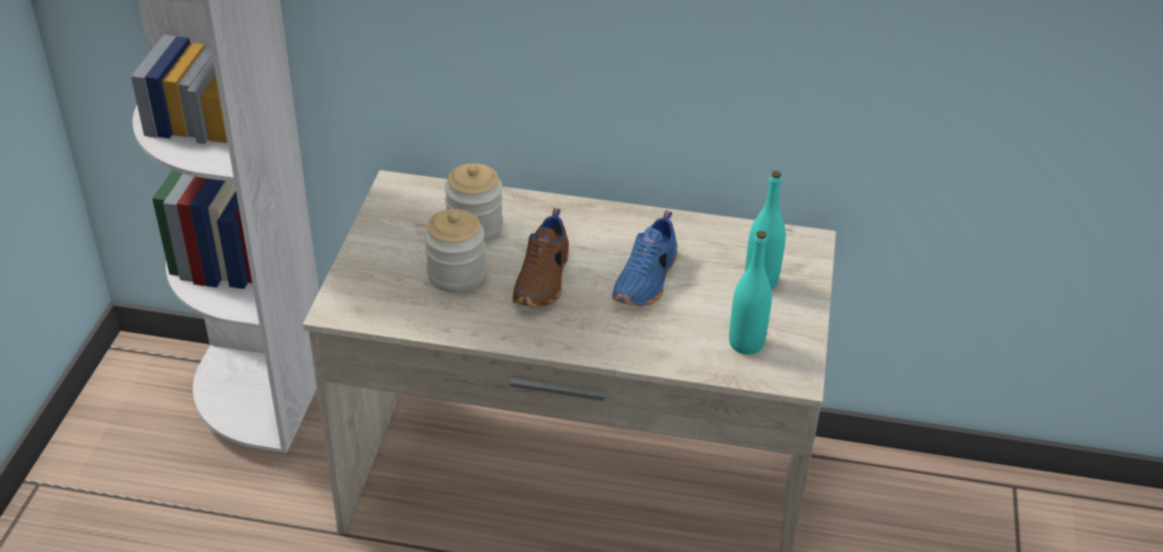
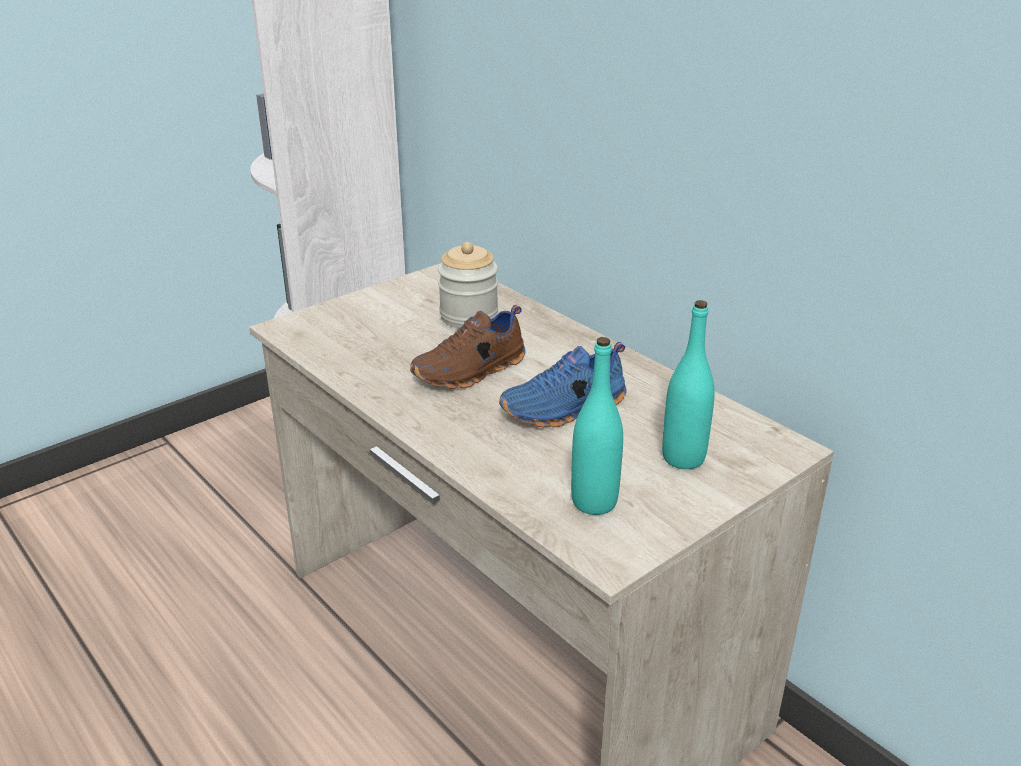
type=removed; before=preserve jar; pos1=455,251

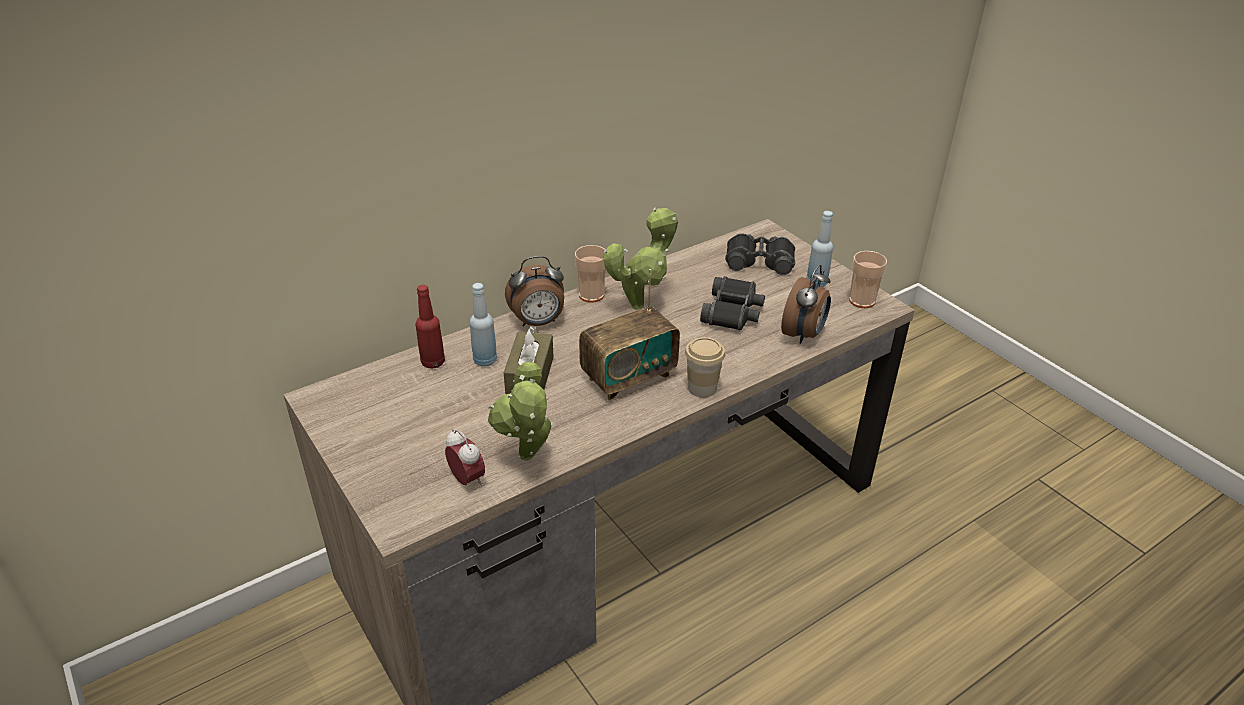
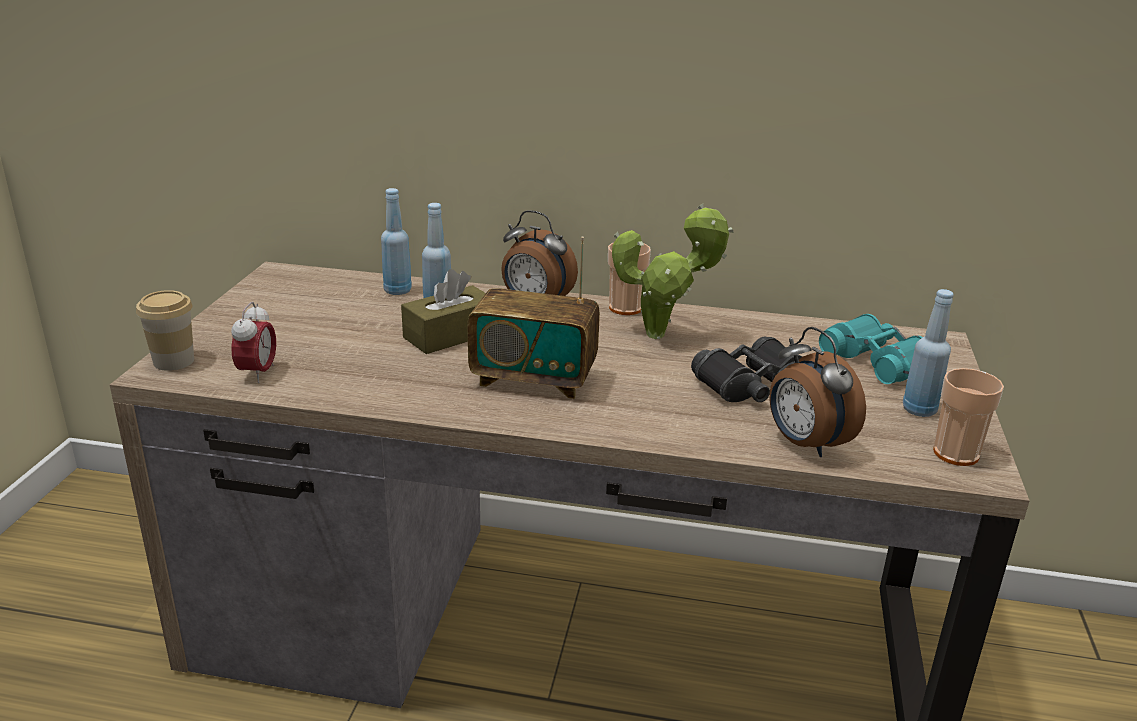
type=moved; before=small cup; pos1=705,367; pos2=165,330
type=recoloured; before=reddish drink bottle; after=blue drink bottle; pos1=430,327; pos2=396,241
type=turned; before=table clock; pos1=806,304; pos2=817,392; turn=75
type=recoloured; before=black binoculars; after=turquoise binoculars; pos1=760,254; pos2=870,349
type=removed; before=houseplant; pos1=521,409

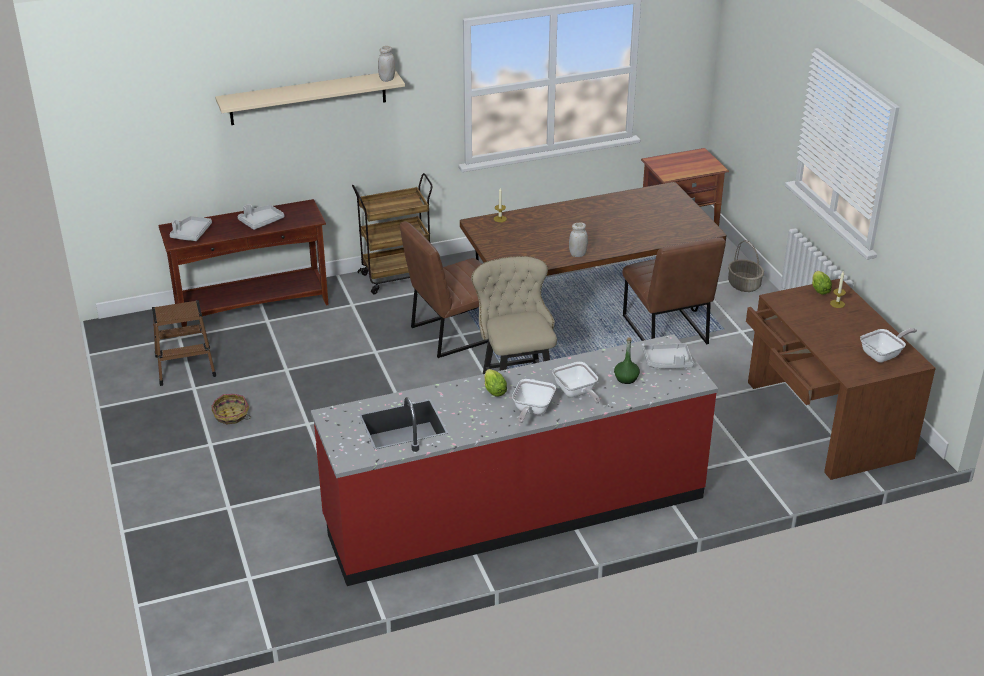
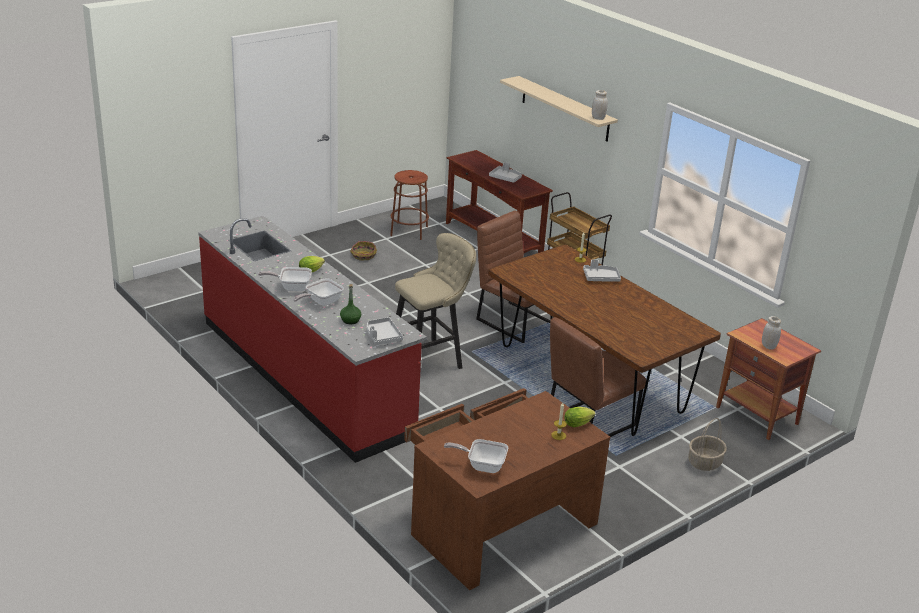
type=replaced; before=brownish step ladder; after=brownish stool seat; pos1=184,343; pos2=409,205
type=turned; before=frying pan; pos1=888,345; pos2=476,456; turn=150
type=moved; before=greyish tray; pos1=190,228; pos2=602,270
type=moved; before=white preserve jar; pos1=578,239; pos2=771,333

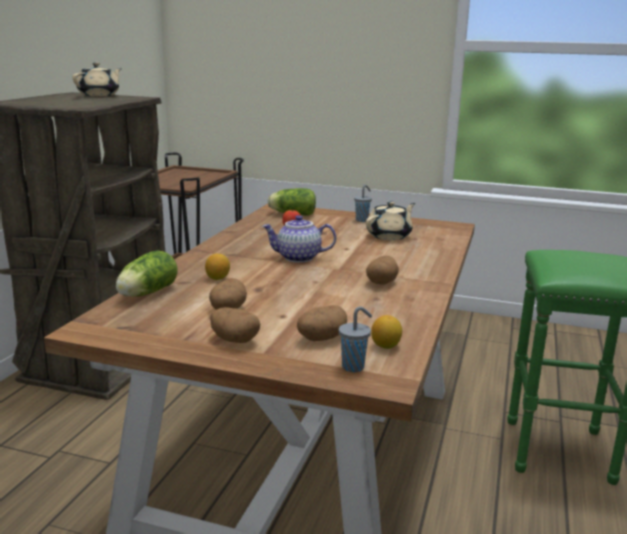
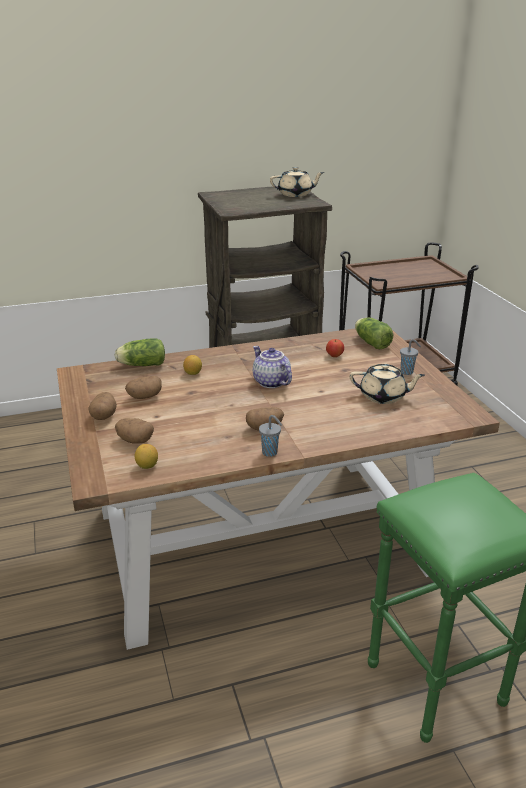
type=moved; before=greyish small cup; pos1=355,339; pos2=270,436

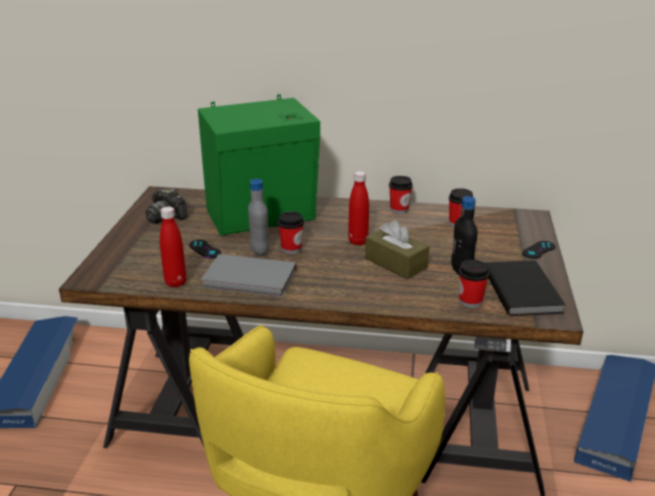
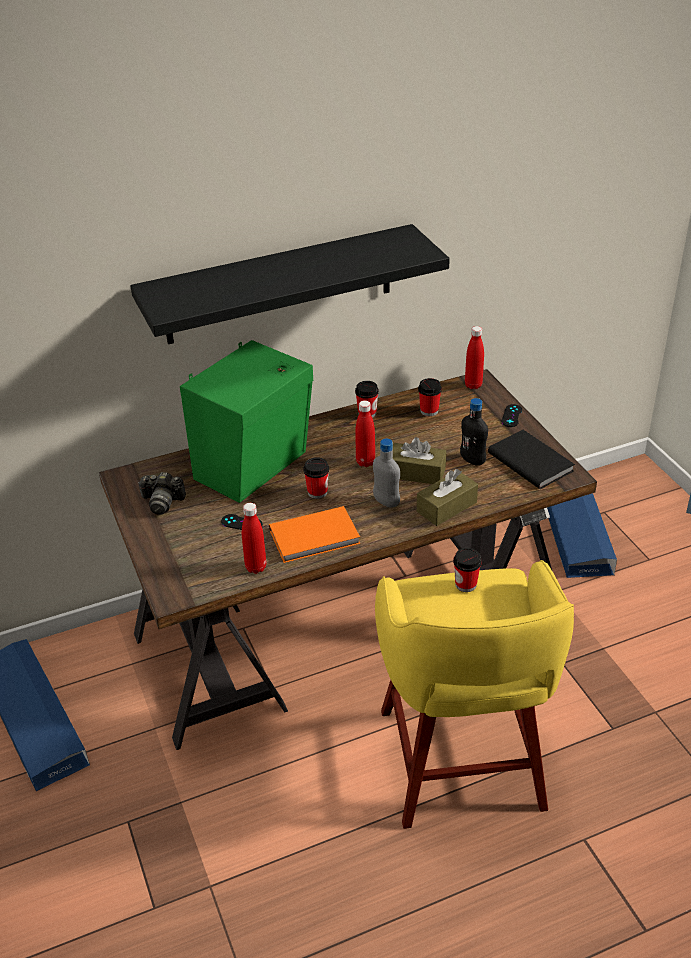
type=added; after=black wall shelf; pos2=290,284
type=recoloured; before=greyish book; after=orange-coloured book; pos1=249,276; pos2=314,534
type=moved; before=greyish drink bottle; pos1=258,217; pos2=386,473
type=added; after=brownish box of tissues; pos2=447,497
type=moved; before=small cup; pos1=474,284; pos2=467,570
type=added; after=reddish drink bottle; pos2=474,357

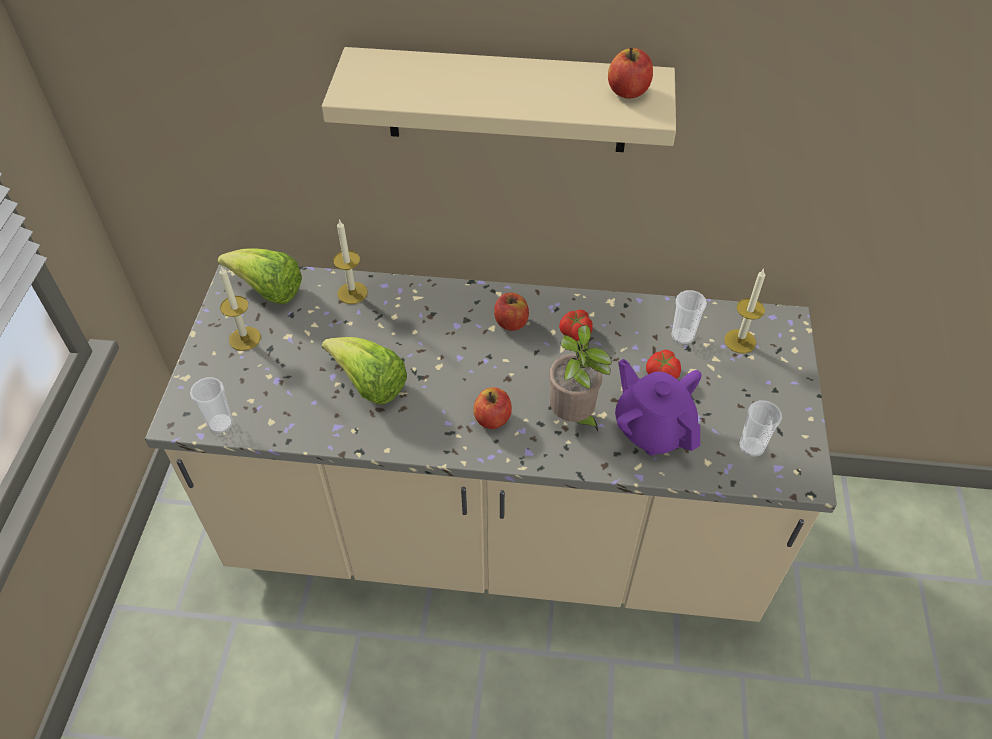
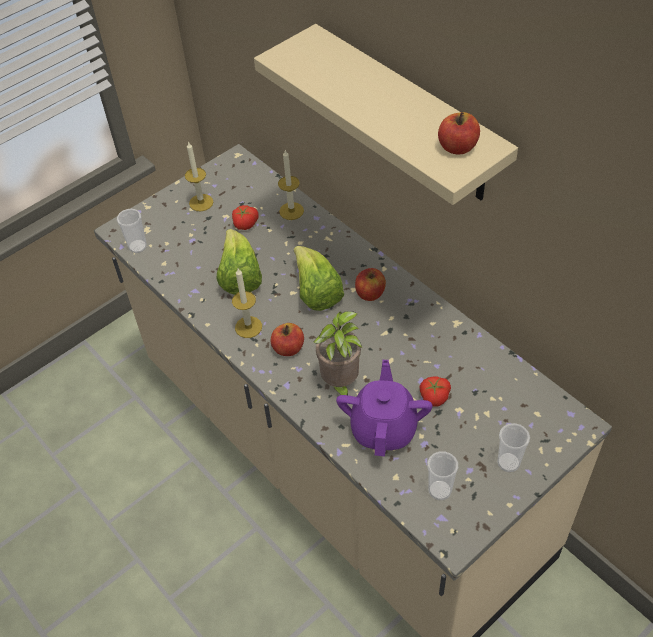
type=moved; before=fresh tomato; pos1=576,325; pos2=245,217
type=moved; before=wax candle; pos1=744,311; pos2=247,303
type=moved; before=head of lettuce; pos1=260,276; pos2=319,278
type=moved; before=small cup; pos1=689,317; pos2=513,447

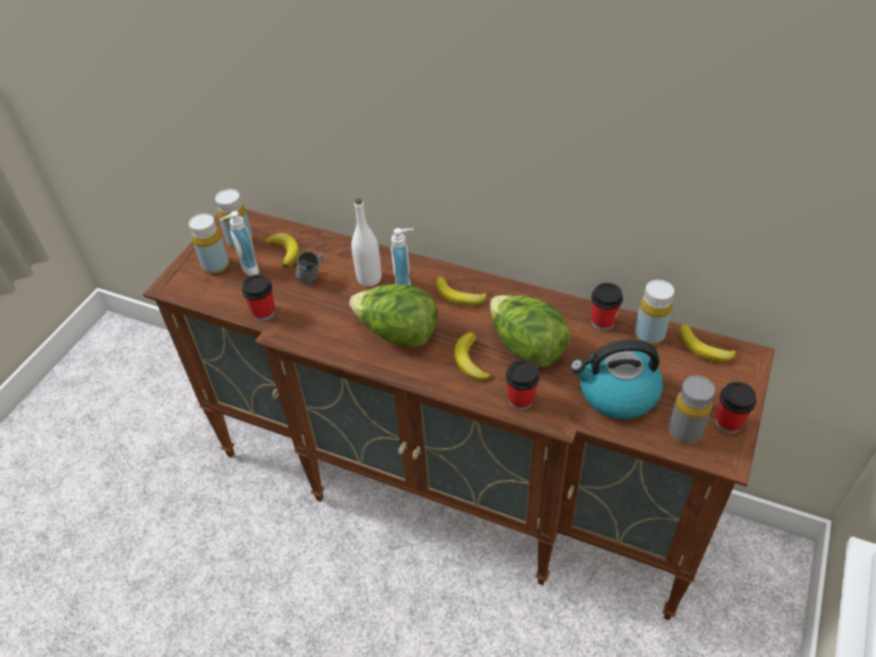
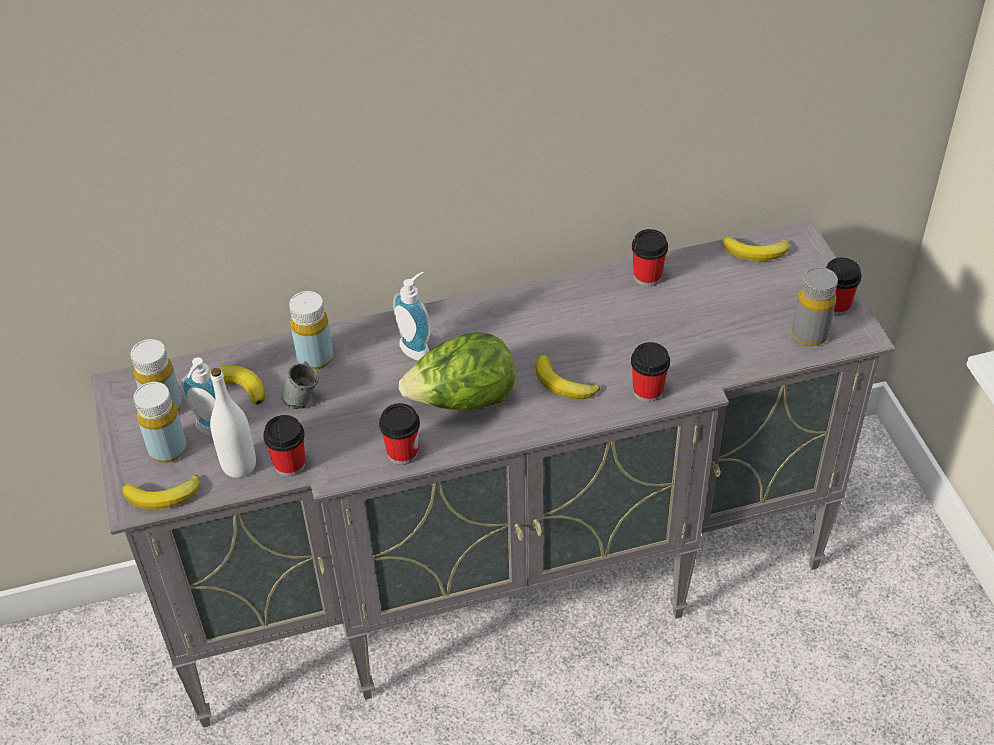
type=recoloured; before=brownish cupboard; after=greyish cupboard; pos1=459,414; pos2=493,474
type=moved; before=banana; pos1=461,291; pos2=161,492
type=moved; before=white drink bottle; pos1=366,242; pos2=233,423
type=moved; before=yellowish drink bottle; pos1=654,312; pos2=311,330
type=added; after=small cup; pos2=399,434
type=removed; before=head of lettuce; pos1=530,331
type=removed; before=water kettle; pos1=616,379

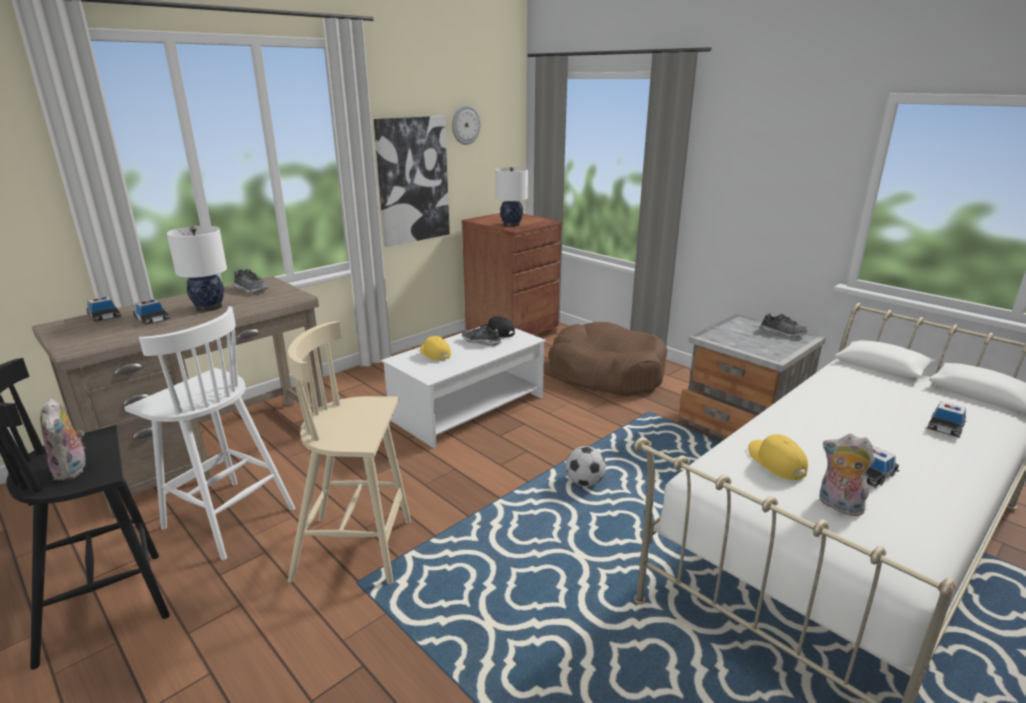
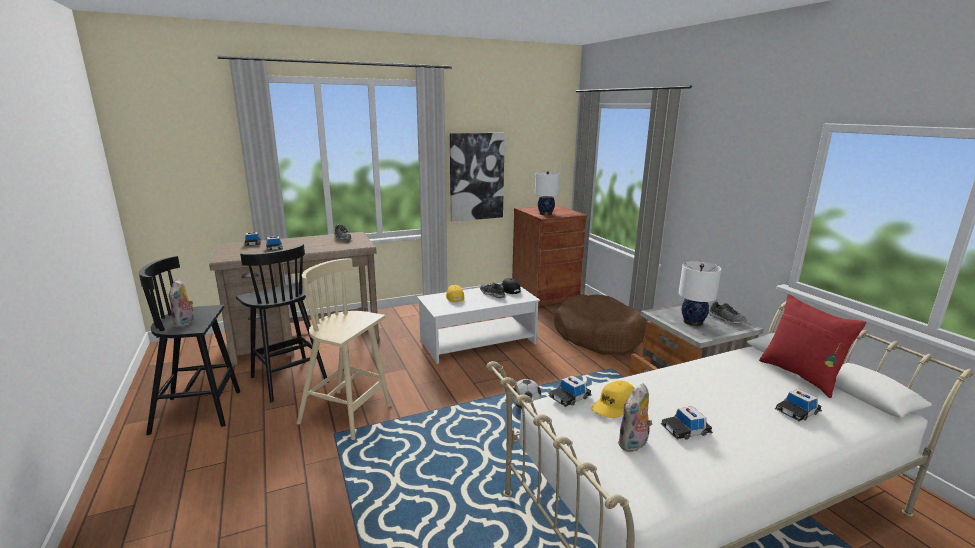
type=recoloured; before=white stool seat; after=black stool seat; pos1=209,433; pos2=281,323
type=added; after=toy car; pos2=570,391
type=turned; before=yellowish peaked cap; pos1=778,457; pos2=613,399; turn=-135
type=turned; before=soft toy; pos1=847,475; pos2=635,417; turn=-105
type=moved; before=white tabletop lamp; pos1=197,269; pos2=700,293
type=added; after=reddish cushion; pos2=812,346
type=removed; before=hanging clock; pos1=466,125

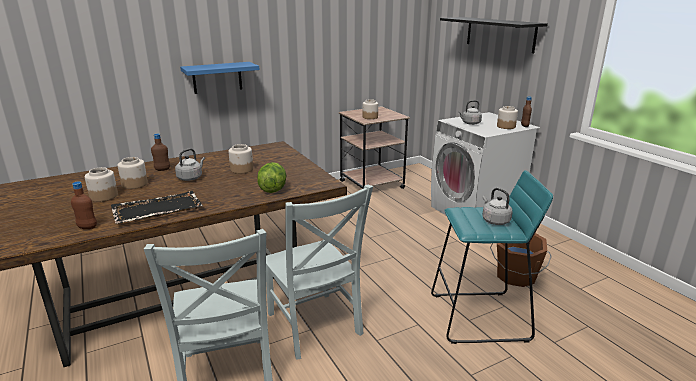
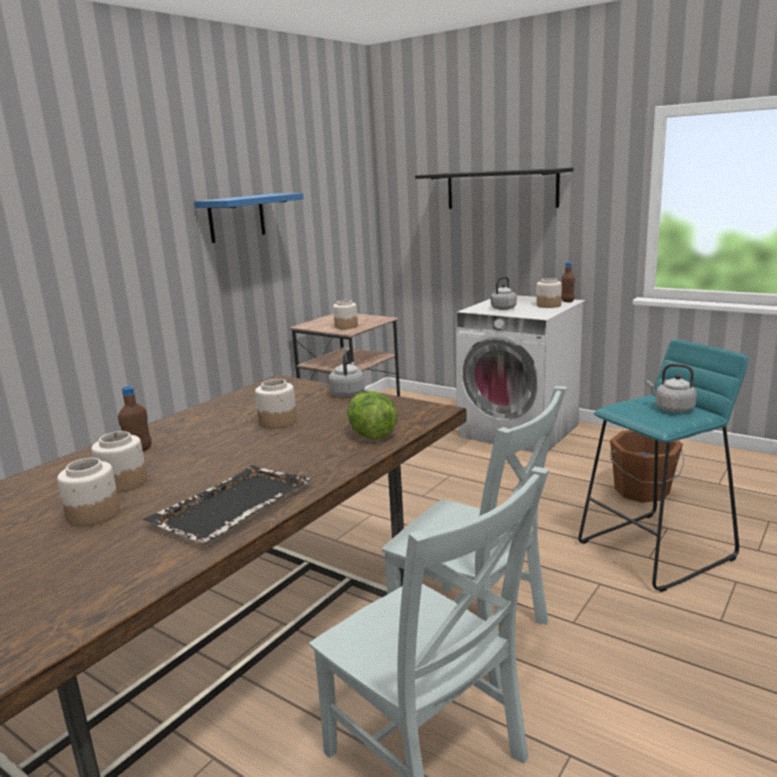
type=moved; before=blue wall shelf; pos1=220,78; pos2=249,218
type=moved; before=greyish water kettle; pos1=190,164; pos2=346,373
type=removed; before=brownish drink bottle; pos1=84,205

